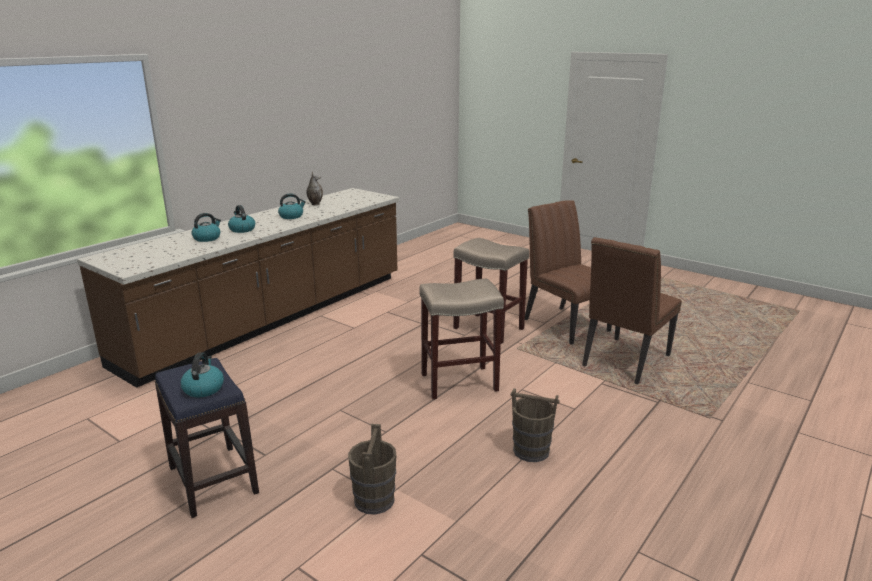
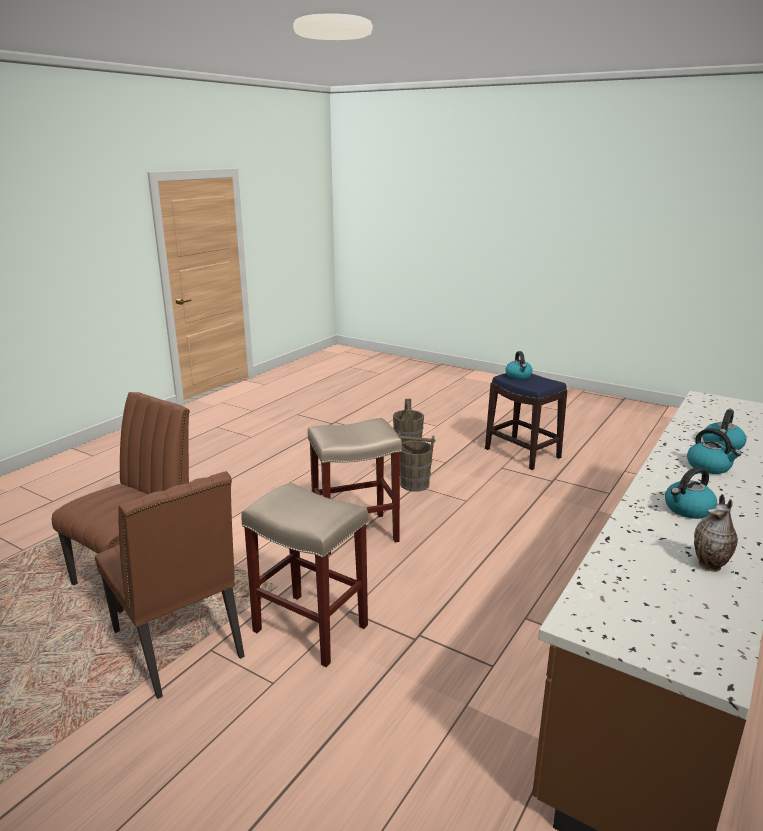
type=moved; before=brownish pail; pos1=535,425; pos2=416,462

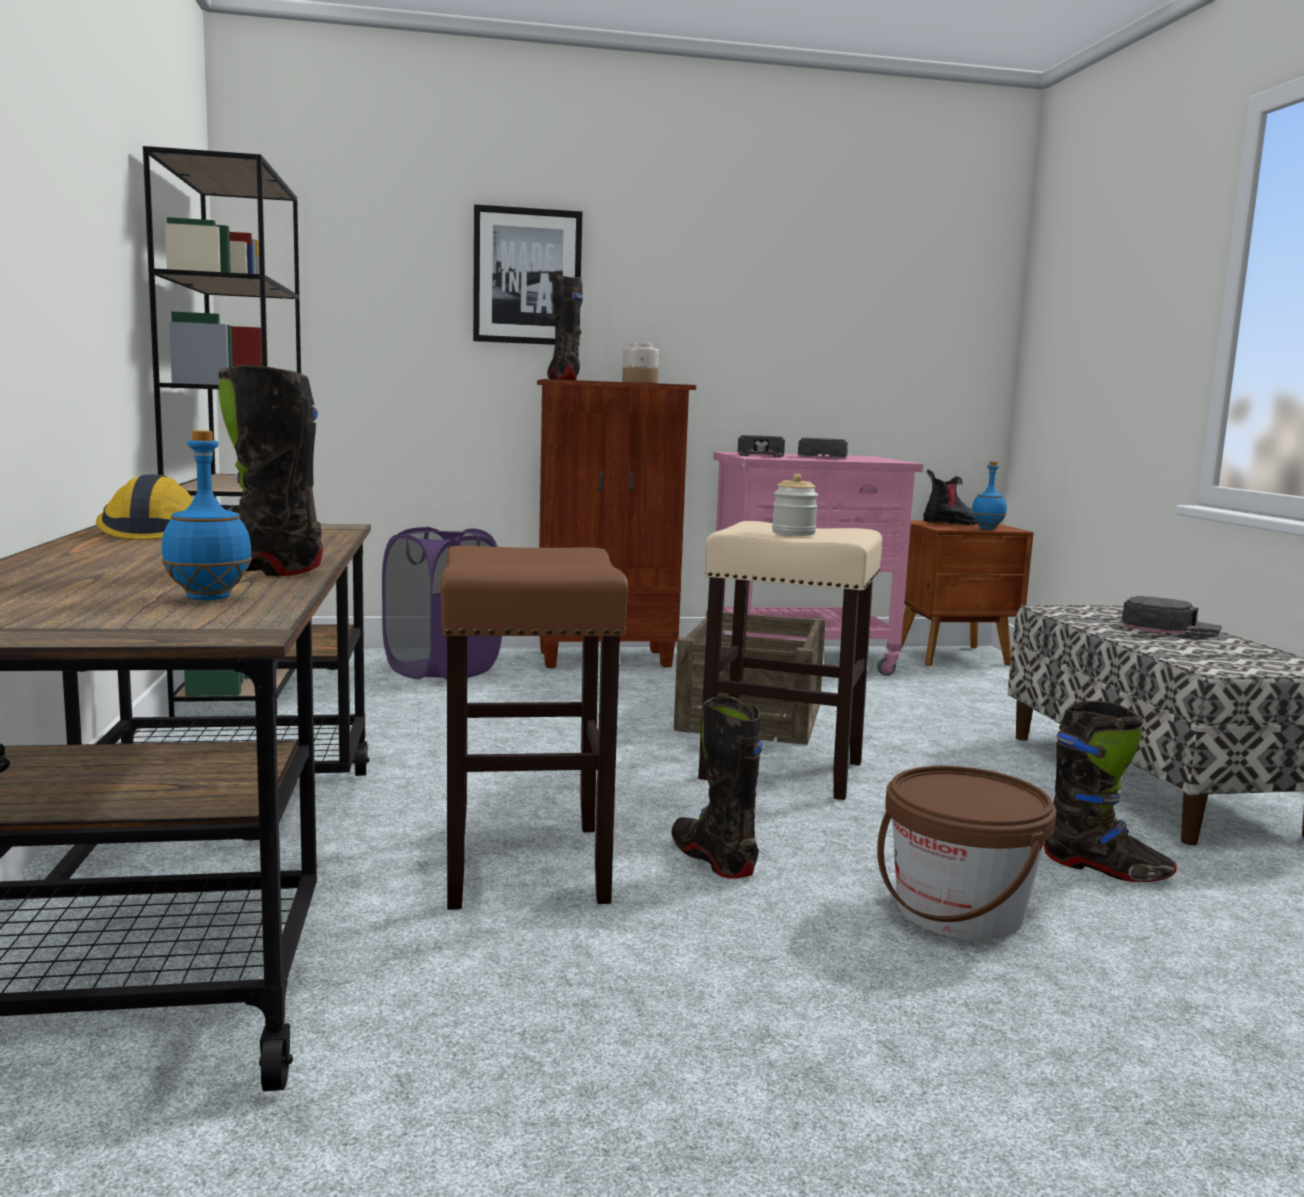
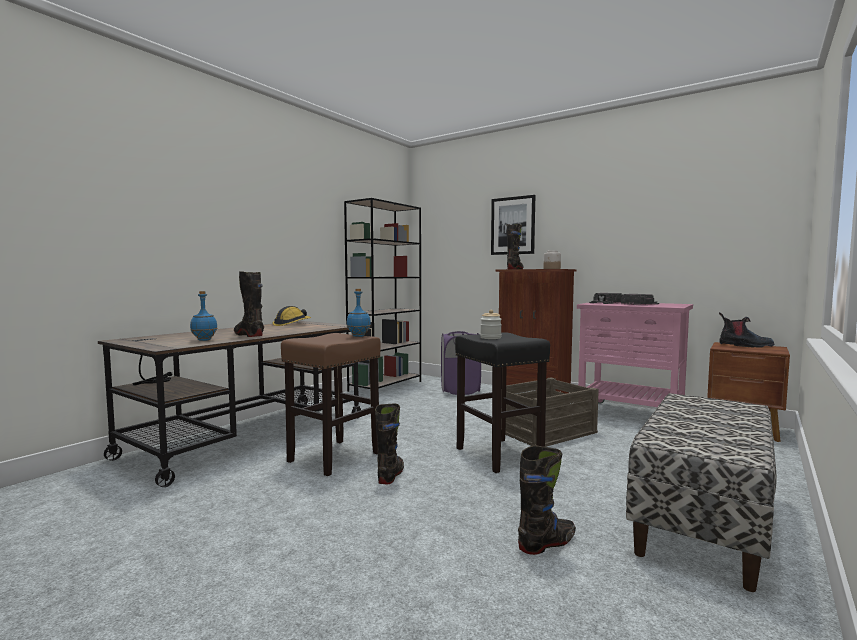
type=moved; before=blue drink bottle; pos1=989,496; pos2=359,313
type=recoloured; before=beige-coloured stool seat; after=black stool seat; pos1=790,660; pos2=502,402
type=turned; before=black tall boot; pos1=1110,791; pos2=547,500; turn=-105
type=removed; before=brownish pail; pos1=967,853
type=removed; before=black peaked cap; pos1=1171,617

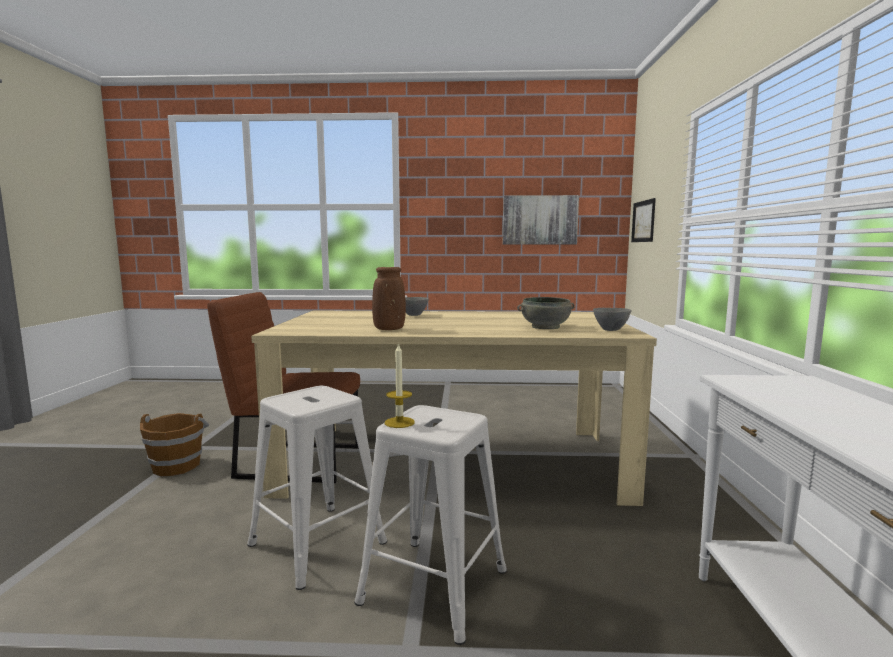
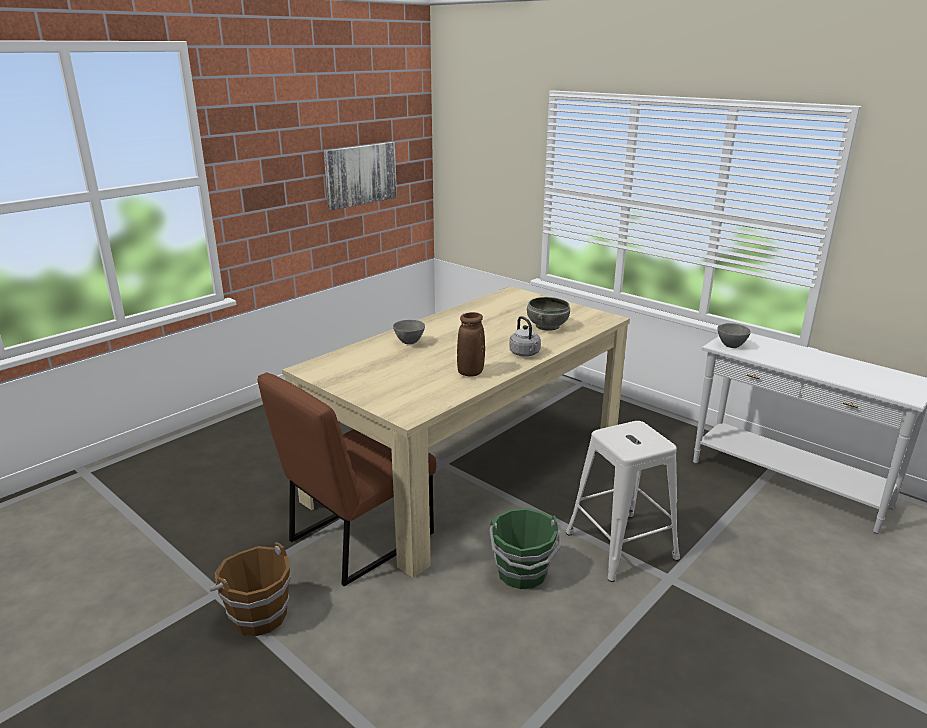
type=replaced; before=white stool seat; after=green pail; pos1=317,488; pos2=525,548
type=added; after=greyish water kettle; pos2=525,336
type=moved; before=greyish deep dish; pos1=612,319; pos2=734,335
type=removed; before=wax candle; pos1=400,385
type=removed; before=picture; pos1=643,220

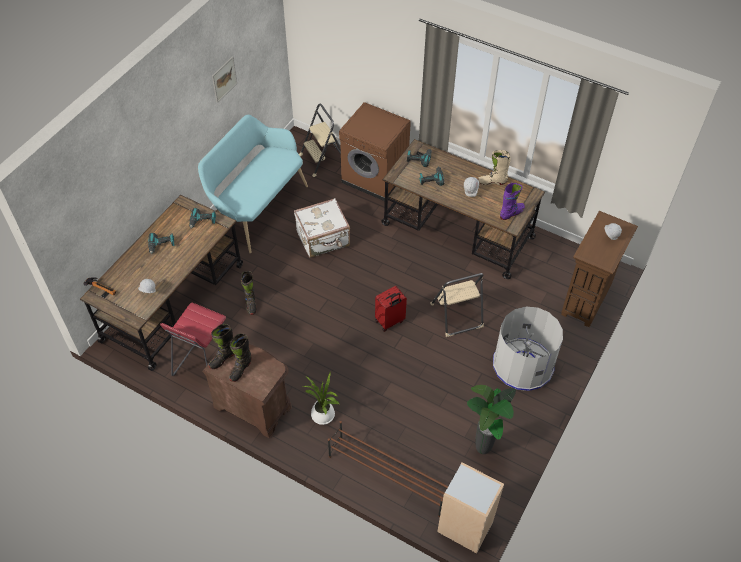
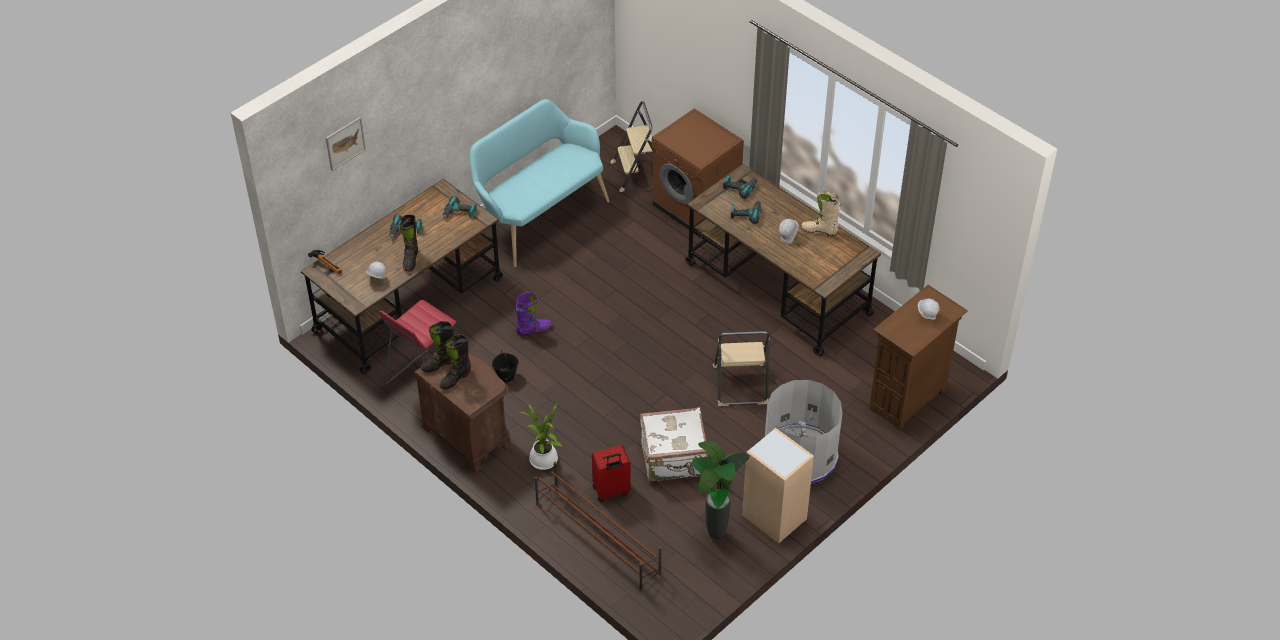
type=moved; before=picture; pos1=224,80; pos2=346,144
type=moved; before=black tall boot; pos1=249,293; pos2=409,243
type=added; after=black pail; pos2=505,367
type=moved; before=purple-coloured tall boot; pos1=512,201; pos2=534,314
type=moved; before=reddish piece of luggage; pos1=391,309; pos2=611,473
type=moved; before=white piece of luggage; pos1=322,228; pos2=674,444
type=moved; before=bookshelf; pos1=470,507; pos2=778,485

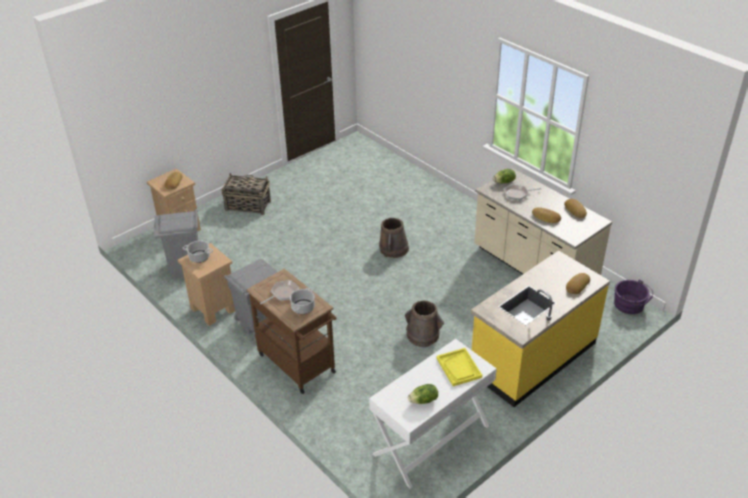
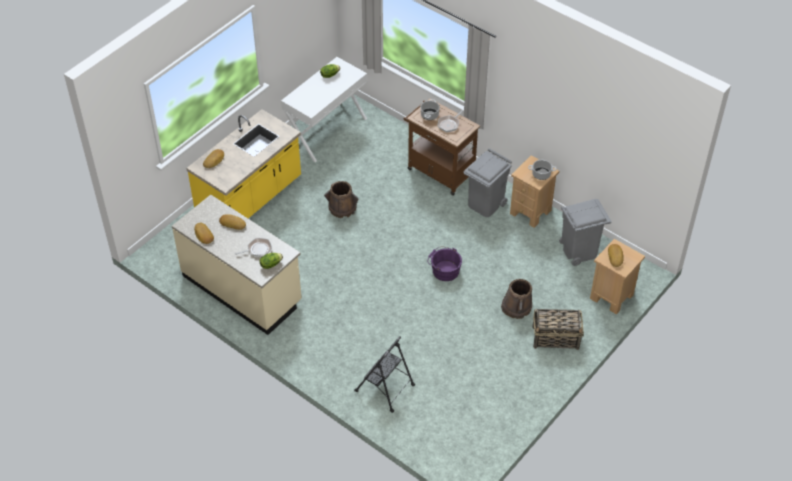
type=added; after=black step ladder; pos2=384,374
type=moved; before=purple-coloured pail; pos1=633,297; pos2=445,263
type=moved; before=brownish pail; pos1=394,238; pos2=516,299
type=removed; before=yellowish tray; pos1=459,367

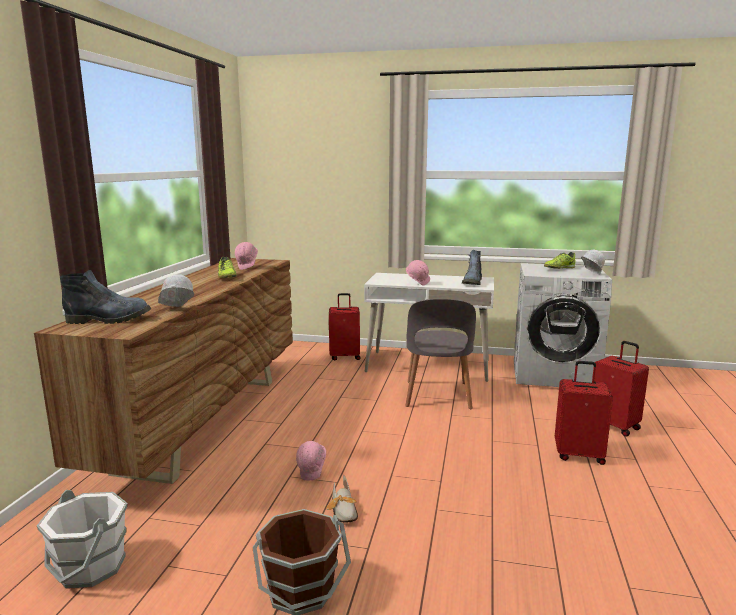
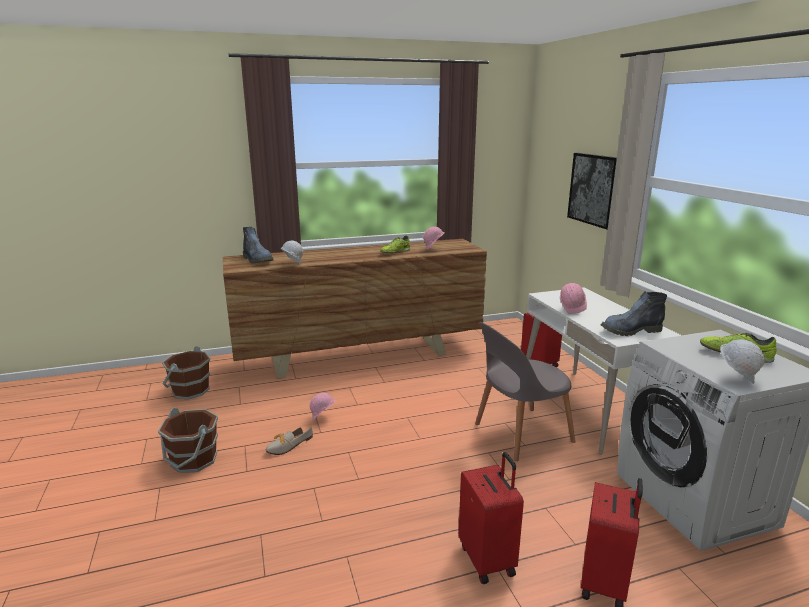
type=recoloured; before=white pail; after=brownish pail; pos1=82,539; pos2=186,373
type=added; after=picture; pos2=592,191

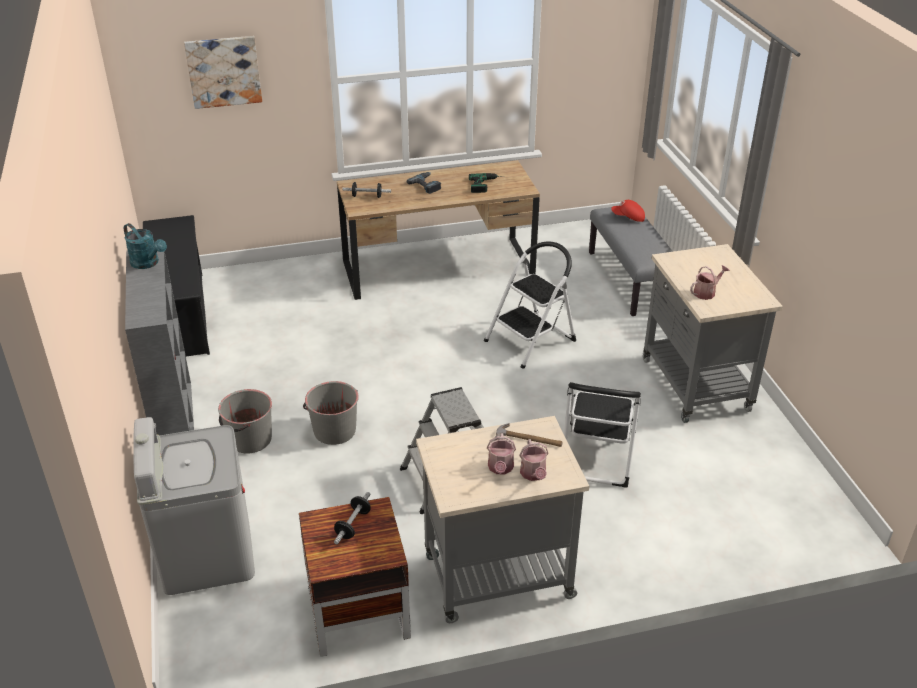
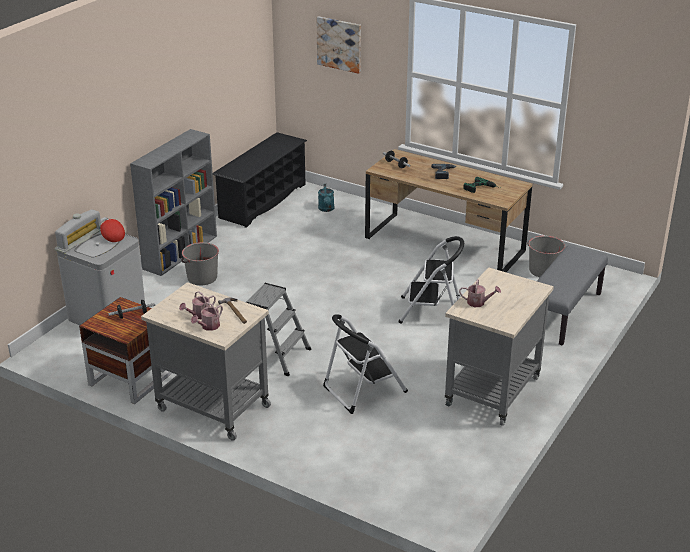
type=moved; before=reddish peaked cap; pos1=628,211; pos2=112,230
type=moved; before=turquoise watering can; pos1=145,246; pos2=326,198
type=moved; before=greyish pail; pos1=331,413; pos2=546,256

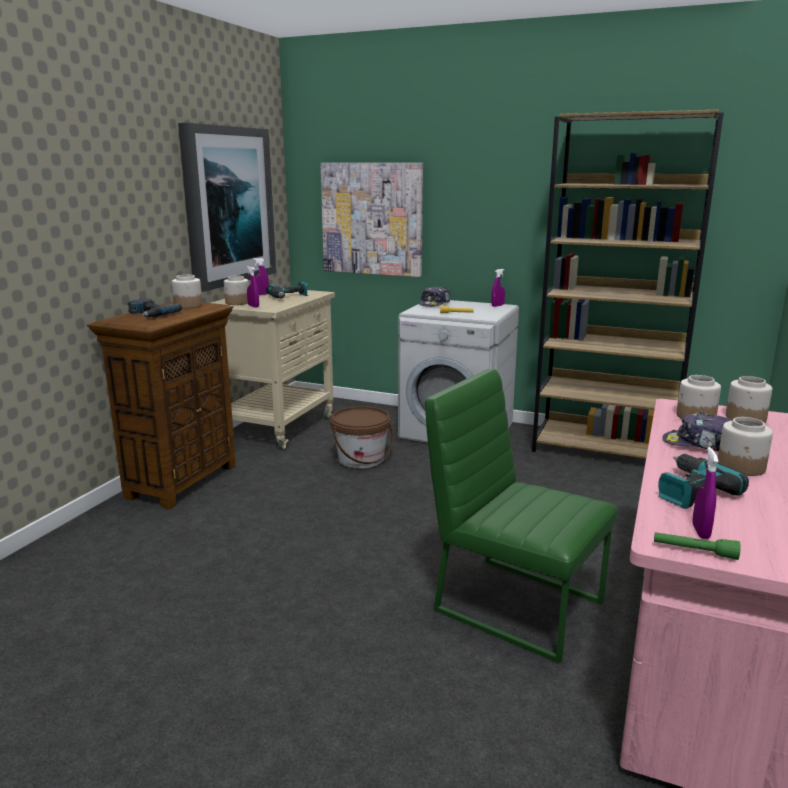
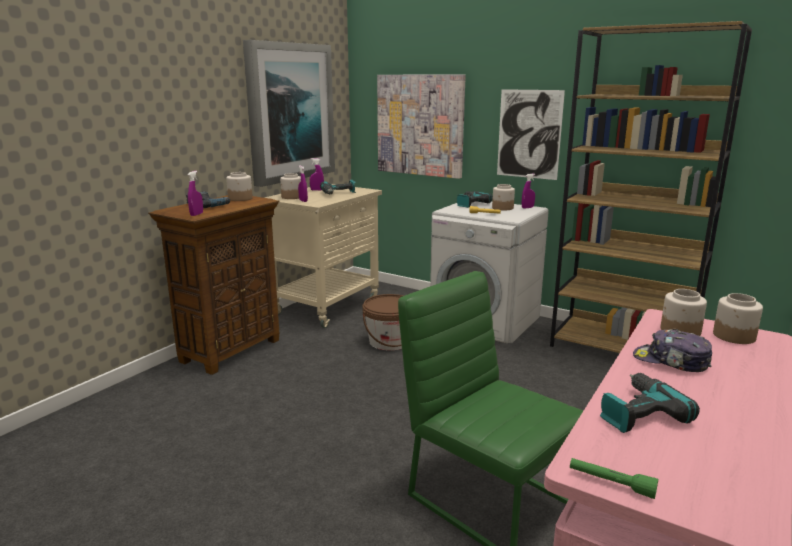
type=moved; before=purple-coloured sprayer; pos1=705,493; pos2=195,193
type=replaced; before=peaked cap; after=electric drill; pos1=434,296; pos2=475,199
type=moved; before=preserve jar; pos1=745,446; pos2=503,197
type=added; after=picture; pos2=531,134

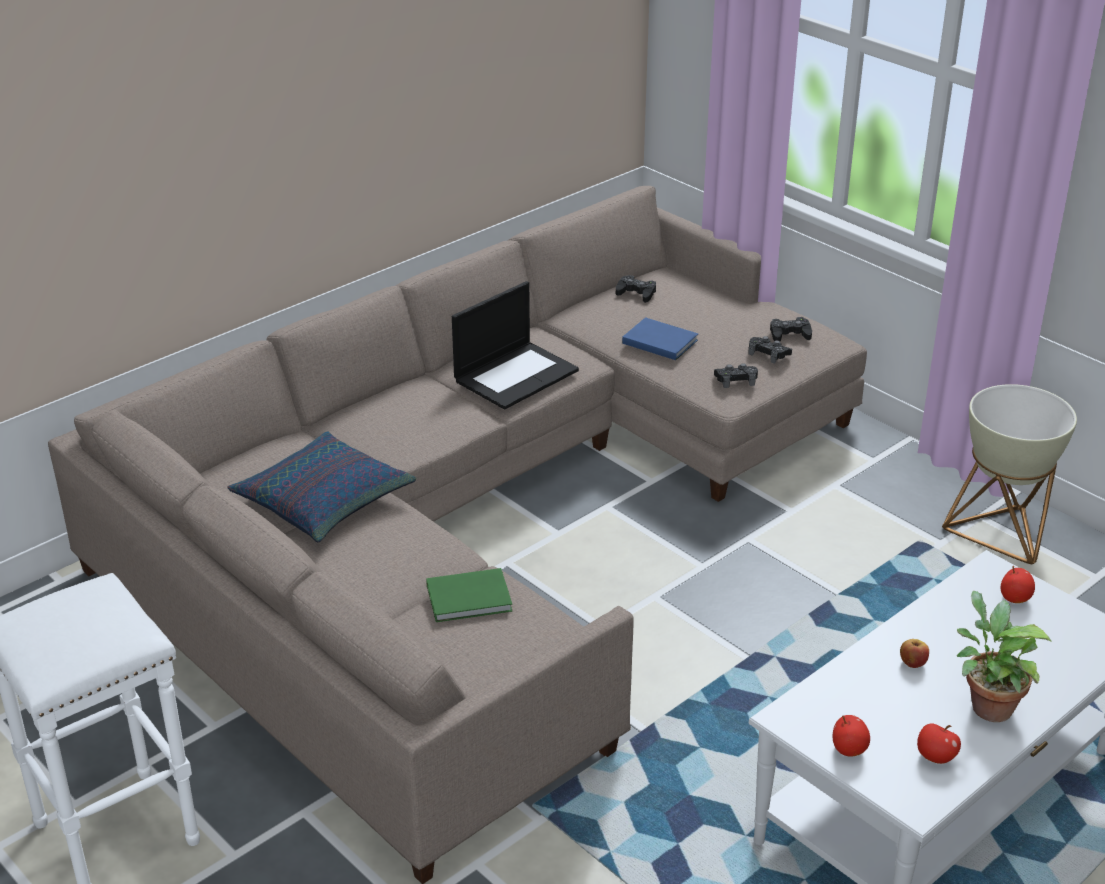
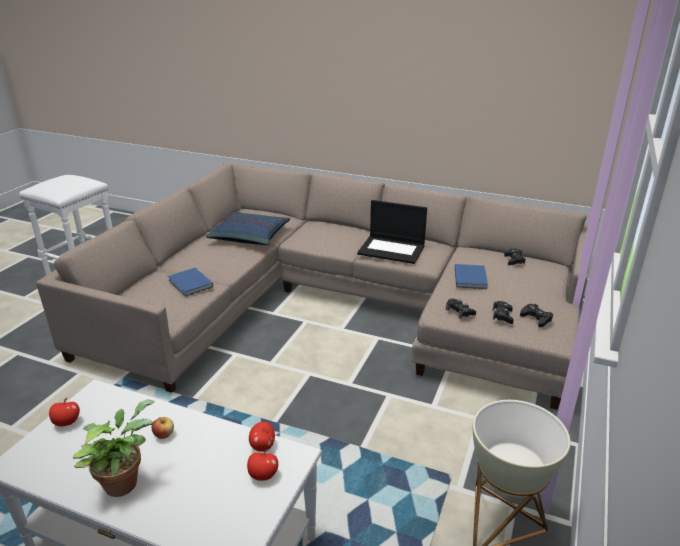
type=recoloured; before=green book; after=blue book; pos1=469,595; pos2=190,282
type=moved; before=apple fruit; pos1=939,743; pos2=262,437

